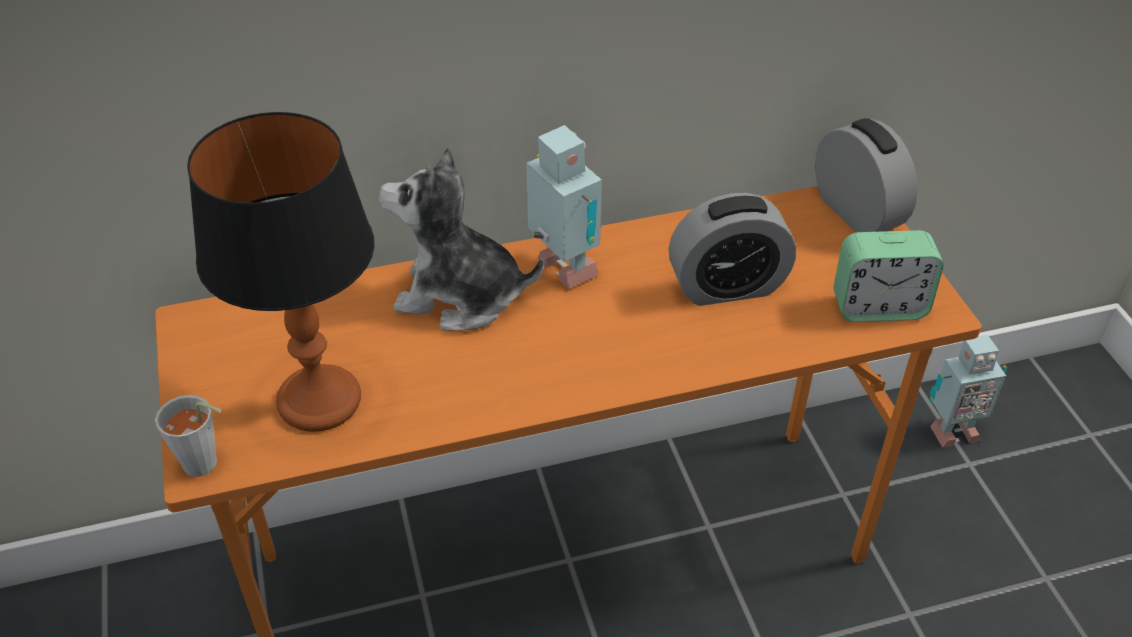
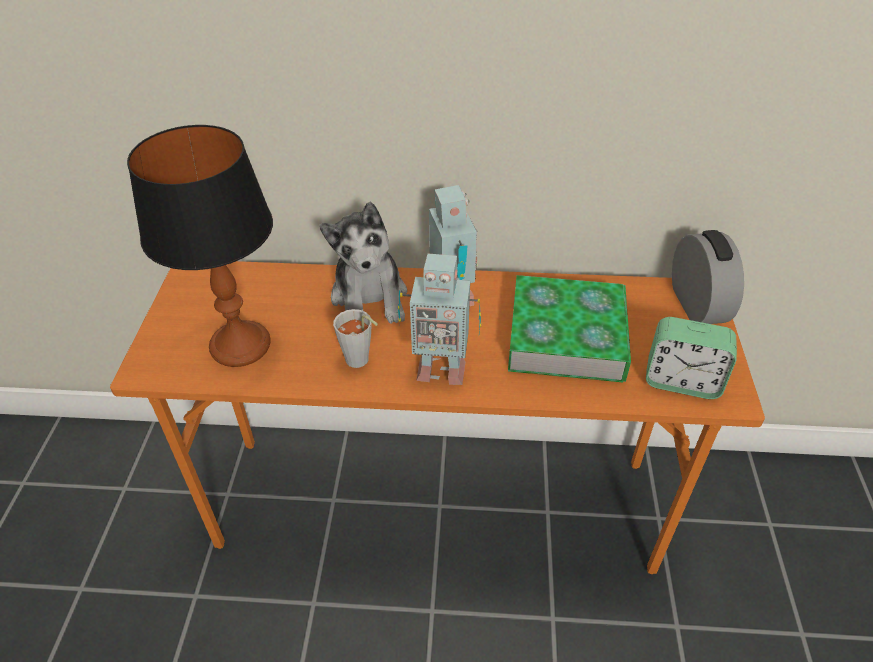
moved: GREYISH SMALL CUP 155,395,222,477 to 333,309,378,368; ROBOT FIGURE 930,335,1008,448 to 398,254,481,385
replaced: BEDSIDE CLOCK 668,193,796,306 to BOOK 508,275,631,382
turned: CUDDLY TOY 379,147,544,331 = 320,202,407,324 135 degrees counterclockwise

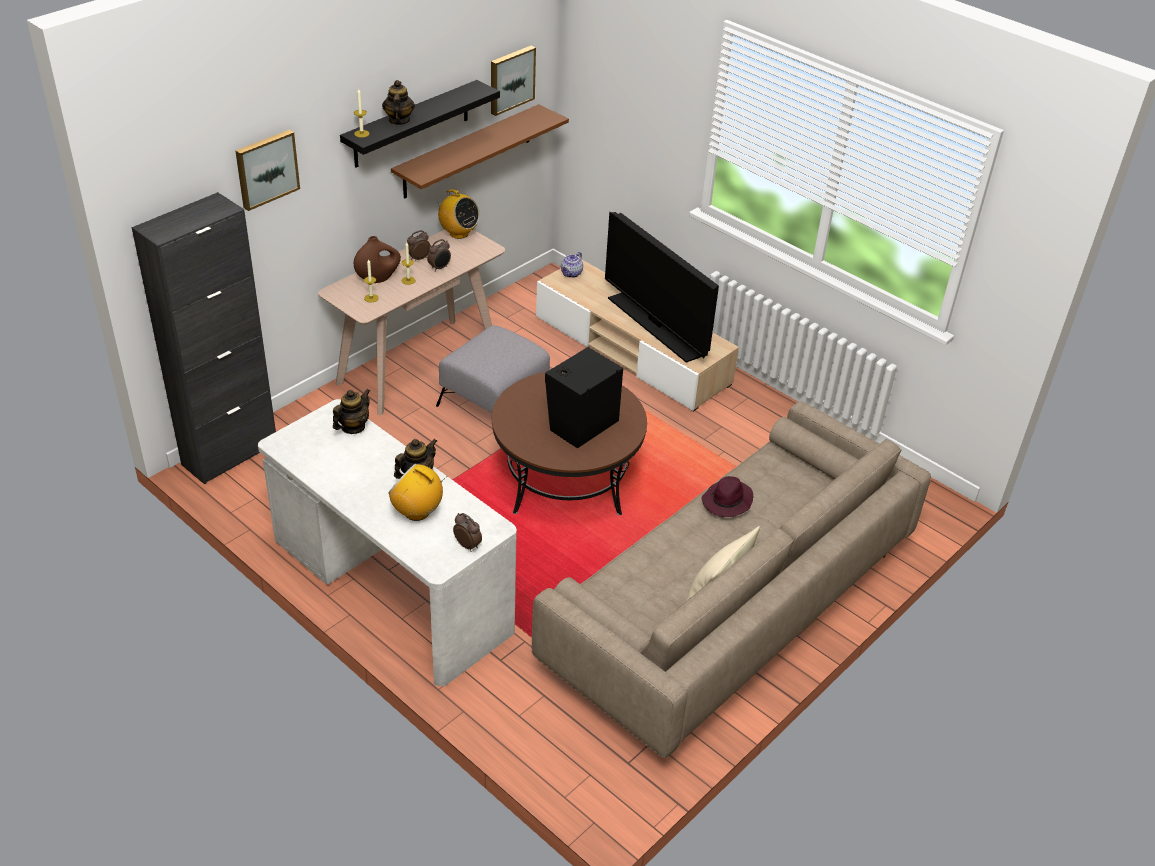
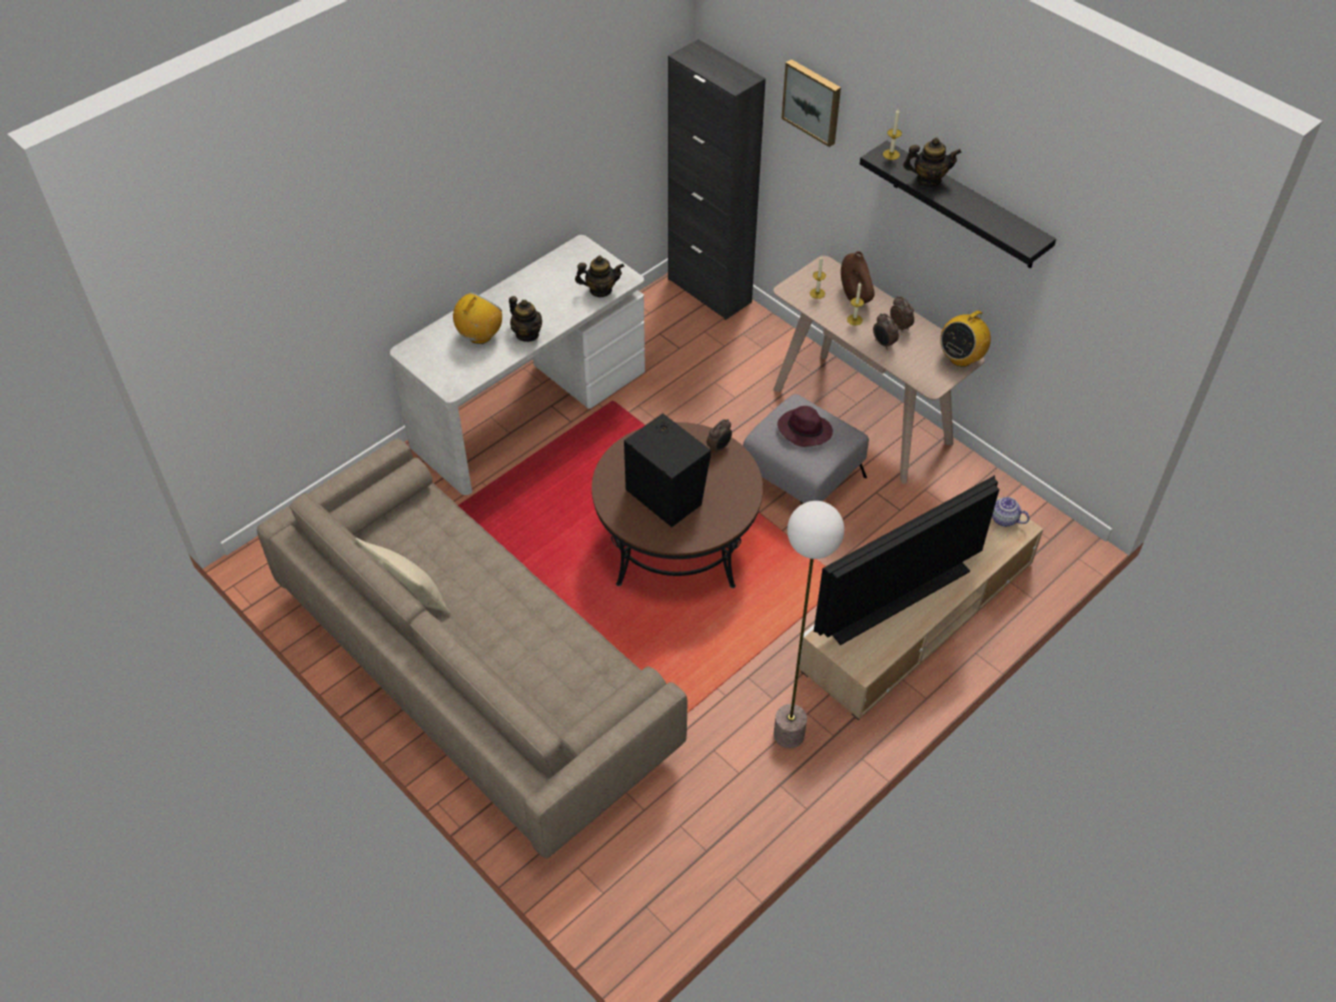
removed: BROWN-COLOURED SHELF 391,104,569,199; WALL PICTURE 491,46,536,116
added: FLOOR LAMP 774,501,844,748
moved: BEDSIDE CLOCK 453,513,482,552 to 707,419,732,454; PURPLISH CLOTHING HAT 701,476,753,517 to 777,406,833,447
turned: TEAPOT 333,389,370,434 = 575,255,624,297 45 degrees counterclockwise

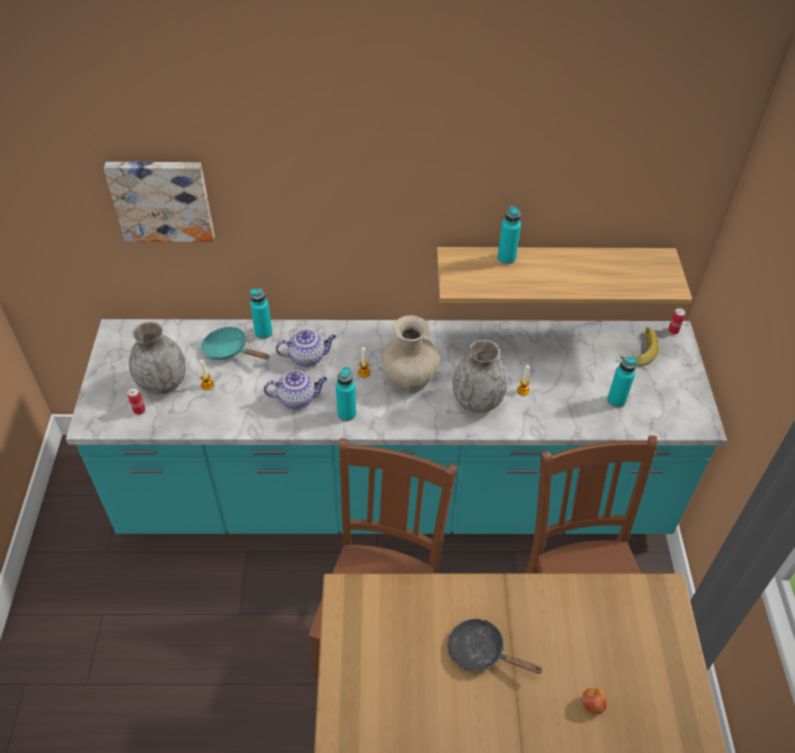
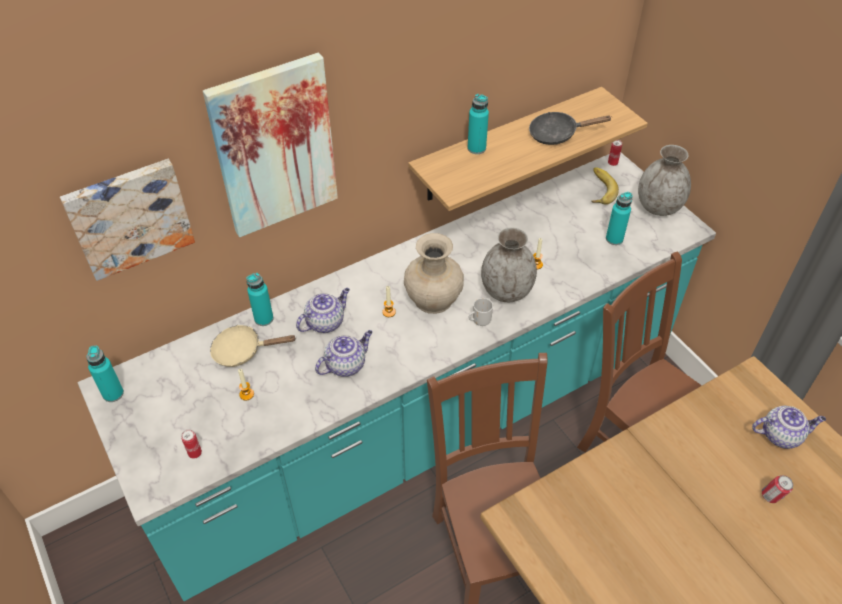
added: WALL PICTURE 203,53,338,237; MUG 468,298,493,326; TEAPOT 752,406,826,449
moved: TURQUOISE-COLOURED DRINK BOTTLE 336,367,356,421 to 86,345,124,402; BLACKISH PAN 447,619,542,674 to 529,112,611,145; GREYISH VASE 129,322,186,395 to 638,145,691,216
replaced: APPLE FRUIT 582,688,607,714 to CAN 762,475,793,503
recoloured: TURQUOISE-COLOURED PAN 201,327,269,360 to SAND-COLOURED PAN 210,325,297,367

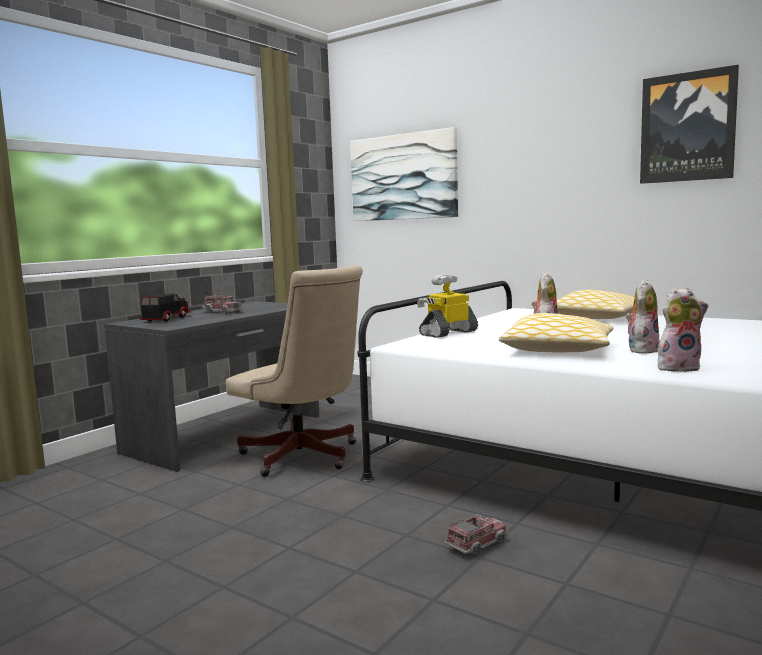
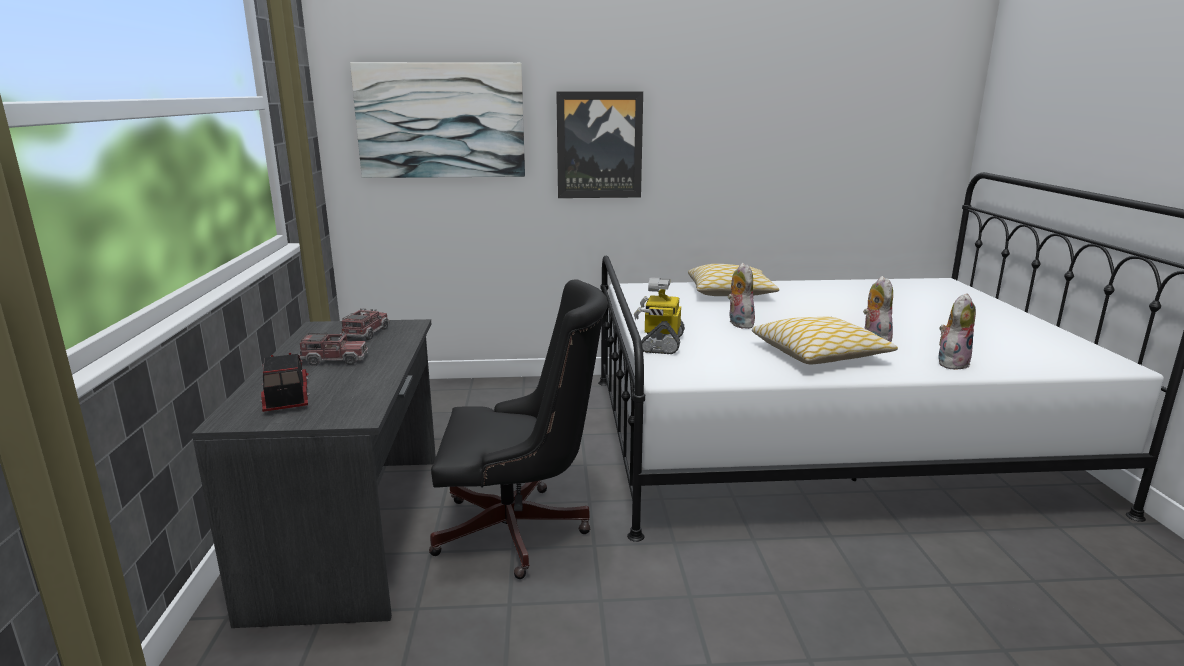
moved: TOY LORRY 445,514,508,557 to 340,308,390,340; WALL PICTURE 640,65,739,184 to 556,92,643,198
recoloured: SAND-COLOURED COMPUTER CHAIR 226,265,363,476 to BLACKISH COMPUTER CHAIR 429,279,608,579

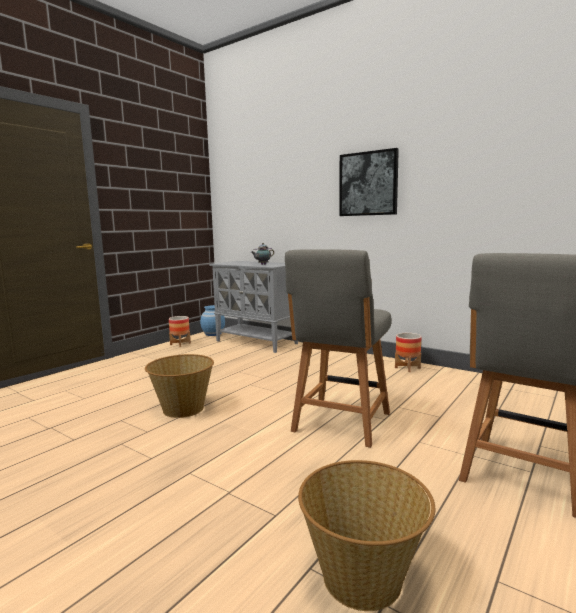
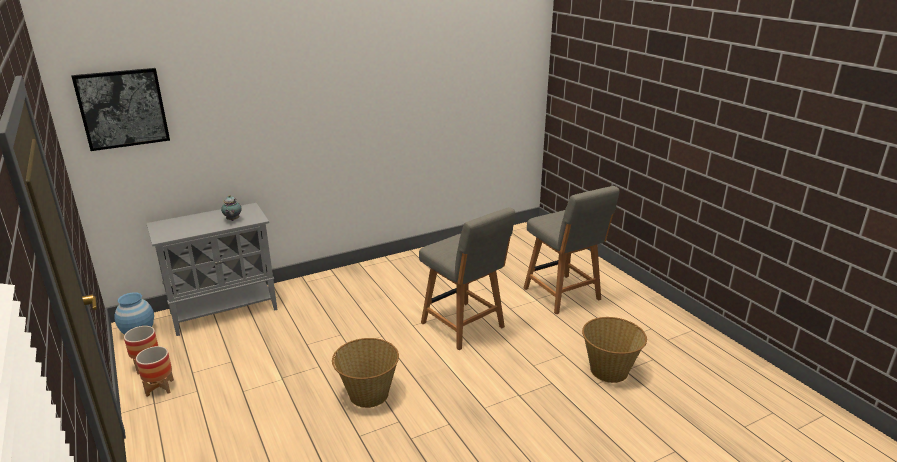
moved: WALL PICTURE 340,148,399,216 to 71,68,170,151; PLANT POT 395,333,421,372 to 136,346,174,397

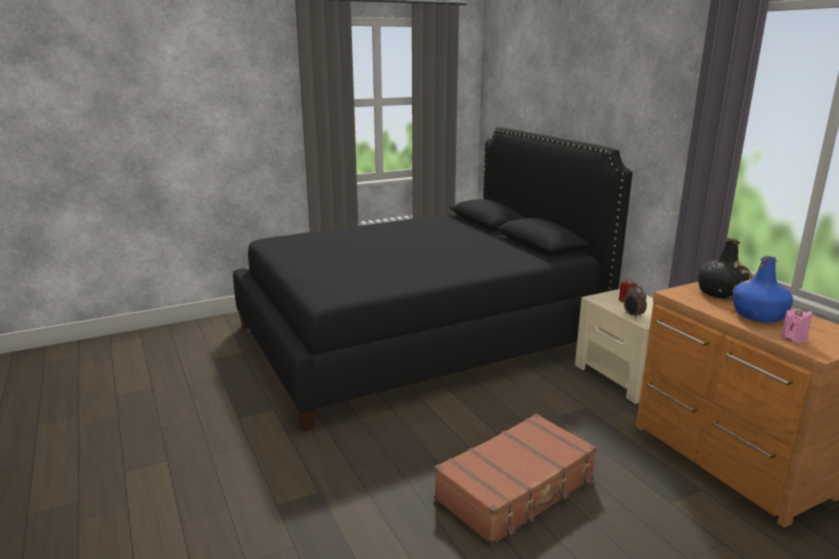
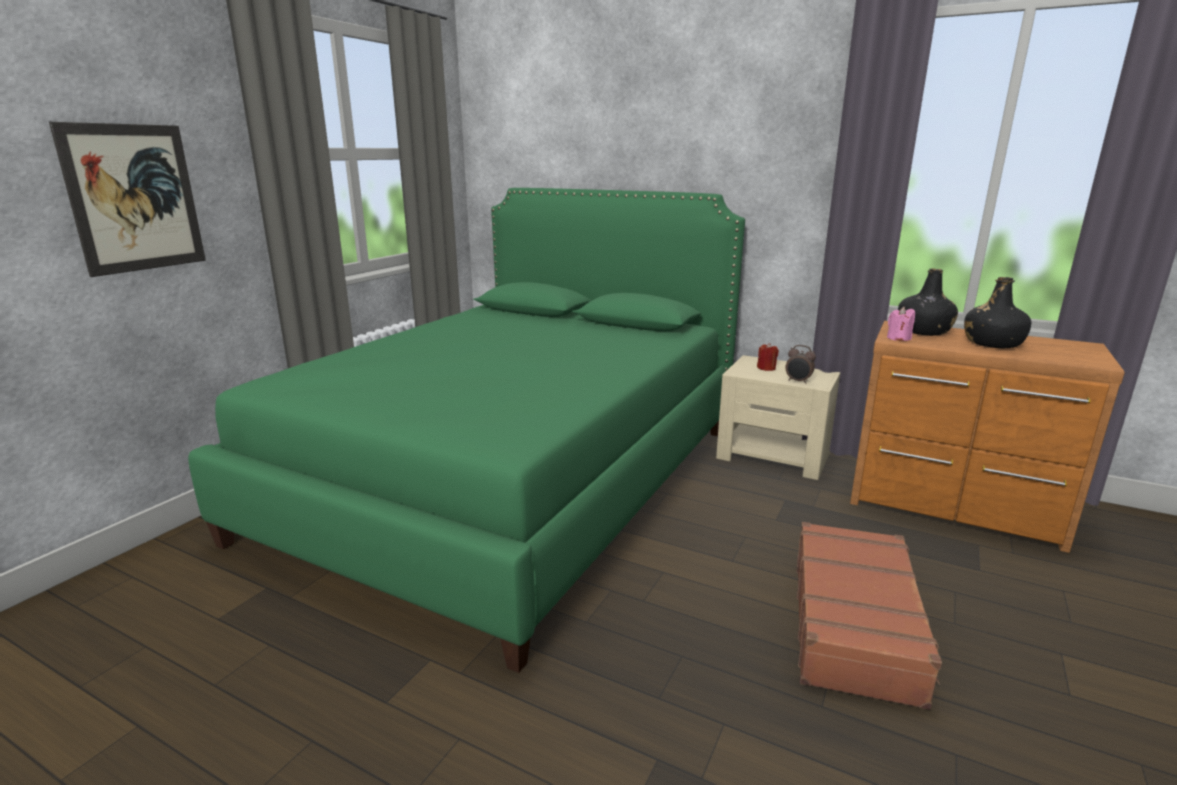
added: WALL PICTURE 49,122,206,277
moved: PINK CANDLE 781,307,813,343 to 887,307,915,341
recoloured: BLACKISH BED 233,127,632,431 to GREEN-COLOURED BED 188,188,745,673; BLUE DRINK BOTTLE 733,256,793,323 to BLACKISH DRINK BOTTLE 964,277,1031,348

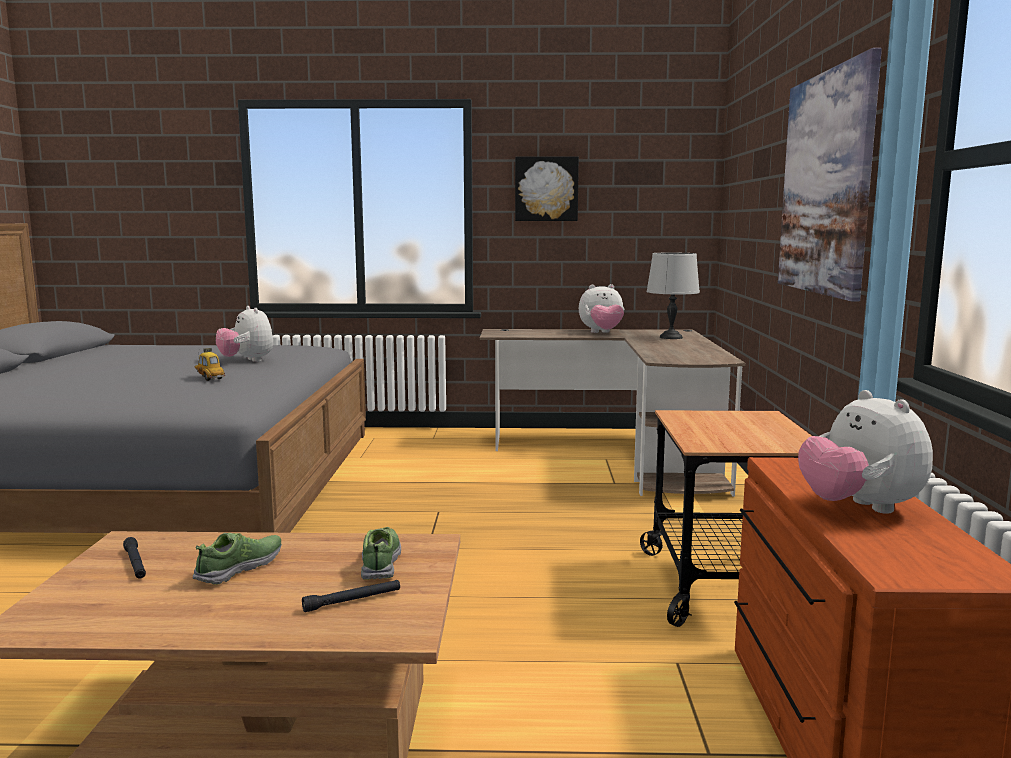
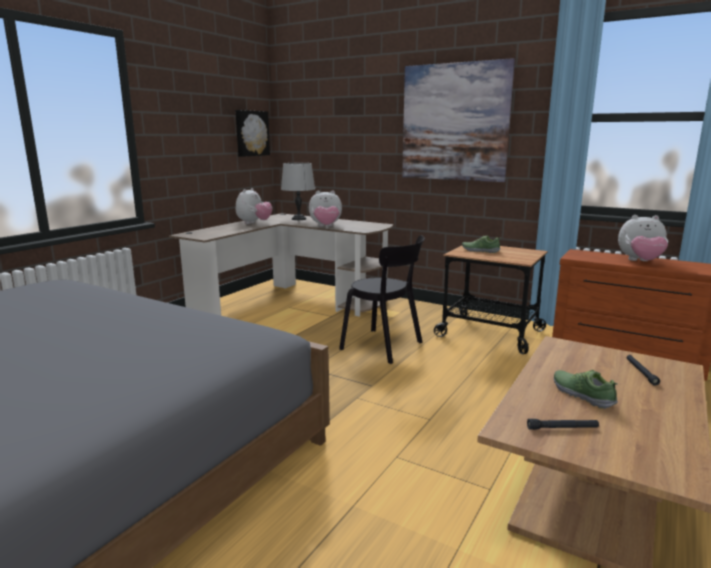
removed: MODEL CAR 195,348,225,381
added: BLACKISH PLAIN CHAIR 339,235,425,364
moved: WALL PICTURE 515,156,579,221 to 235,110,270,157; CUDDLY TOY 216,306,273,362 to 309,190,342,227; ITEM OF FOOTWEAR 361,527,401,580 to 462,235,500,253

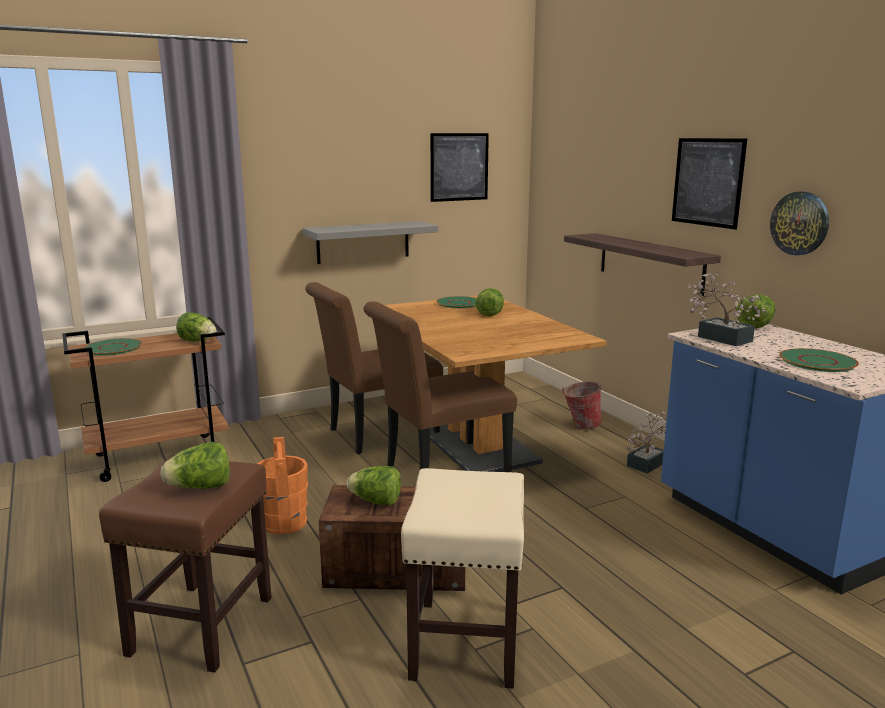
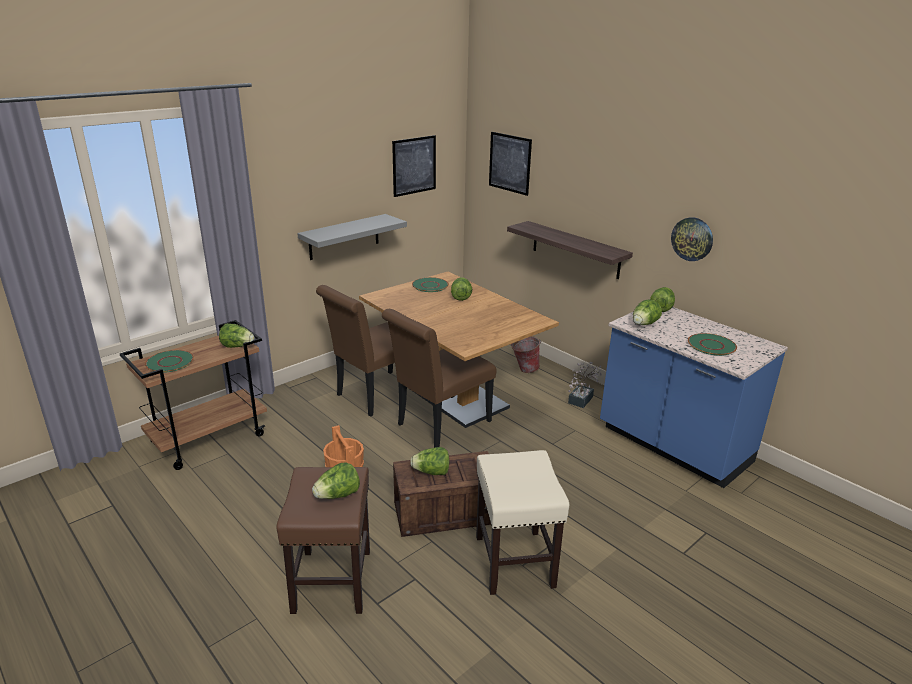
moved: WALL PICTURE 672,138,747,230 to 489,132,532,196
replaced: HOUSEPLANT 688,273,767,346 to LETTUCE HEAD 633,299,662,325

